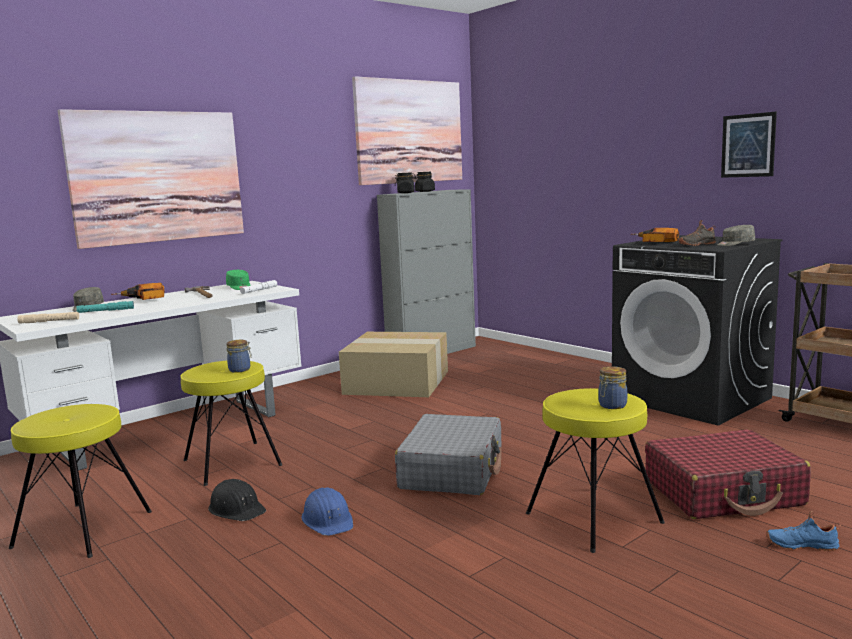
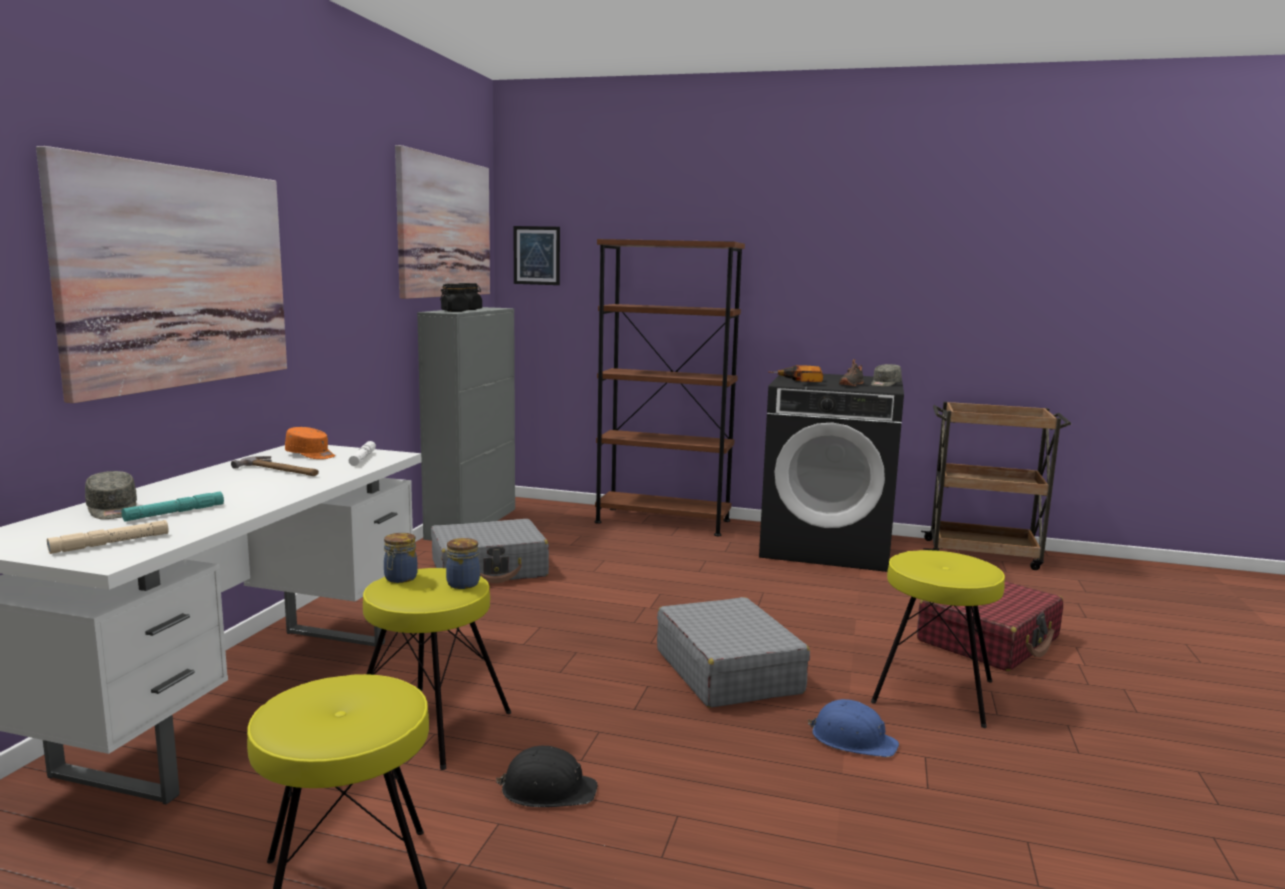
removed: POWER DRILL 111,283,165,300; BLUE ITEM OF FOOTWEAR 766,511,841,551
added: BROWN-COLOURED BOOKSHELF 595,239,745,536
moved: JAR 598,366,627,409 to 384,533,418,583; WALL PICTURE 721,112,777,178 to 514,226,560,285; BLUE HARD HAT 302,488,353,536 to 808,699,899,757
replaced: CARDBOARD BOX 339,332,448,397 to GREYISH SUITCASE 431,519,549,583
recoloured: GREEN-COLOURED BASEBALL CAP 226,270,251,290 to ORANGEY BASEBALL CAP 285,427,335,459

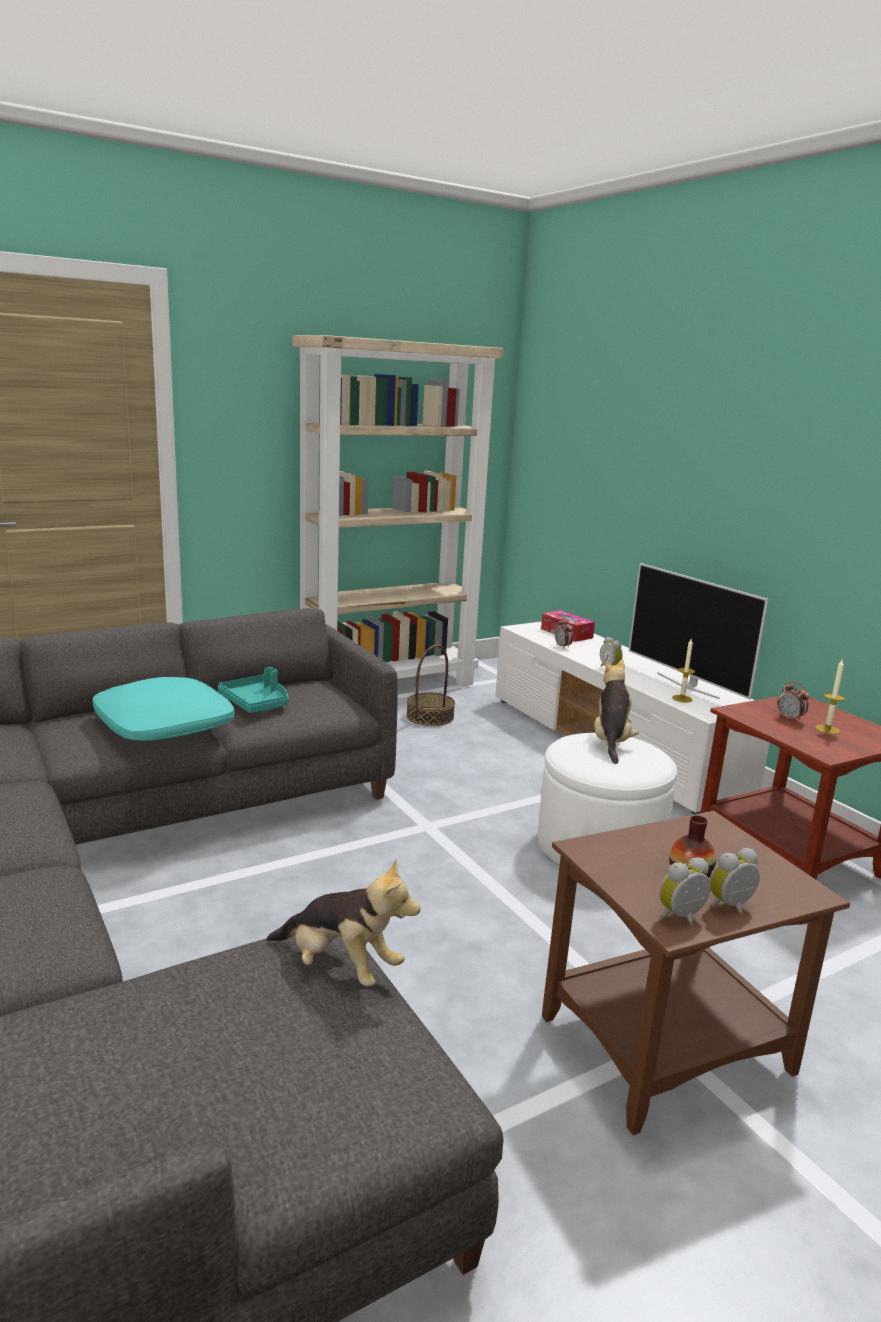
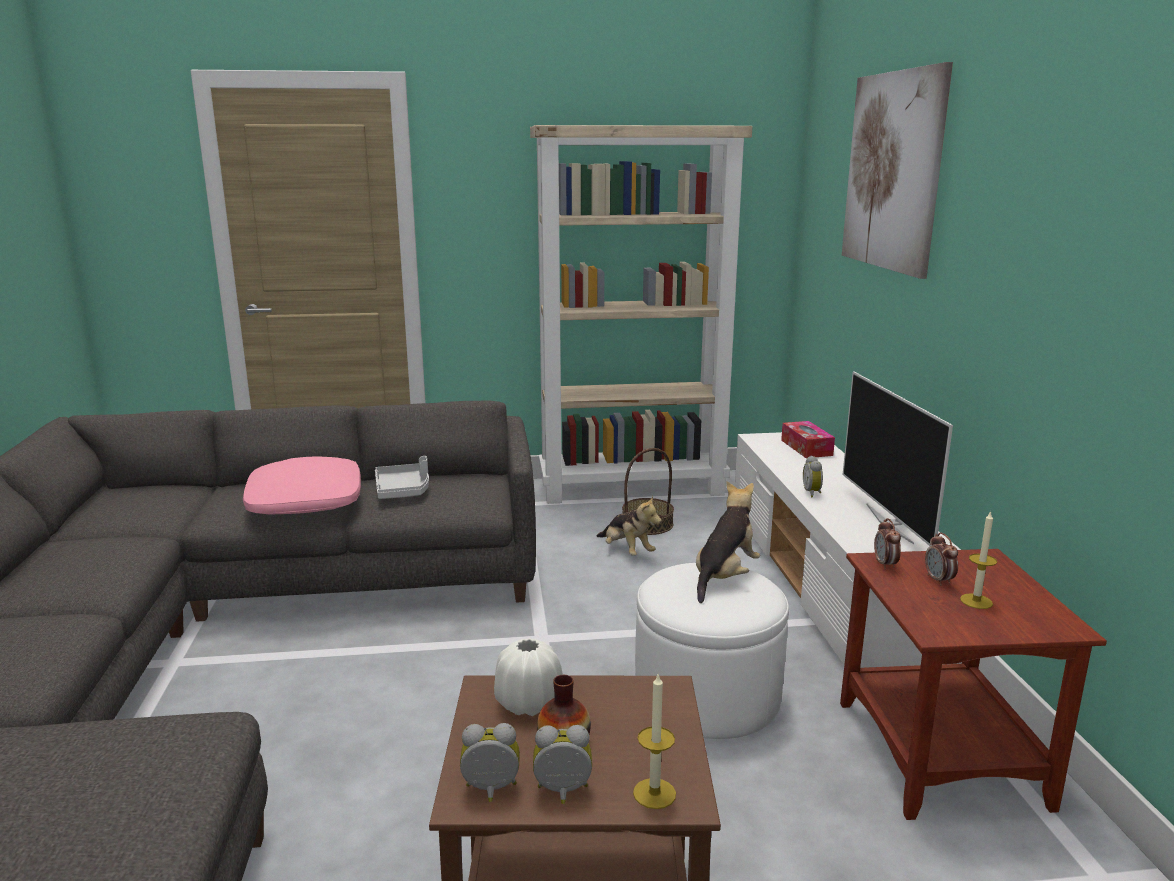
added: WHITISH VASE 494,638,563,716; WALL PICTURE 842,62,953,279
moved: CUDDLY TOY 266,858,420,986 to 596,496,662,556; CANDLE 672,639,695,703 to 633,674,676,809; BEDSIDE CLOCK 555,618,573,649 to 874,518,901,570
recoloured: TURQUOISE-COLOURED CUSHION 92,677,234,741 to PINK CUSHION 243,456,361,515; TURQUOISE-COLOURED CARRYING TRAY 218,667,288,713 to GREYISH CARRYING TRAY 375,456,429,499

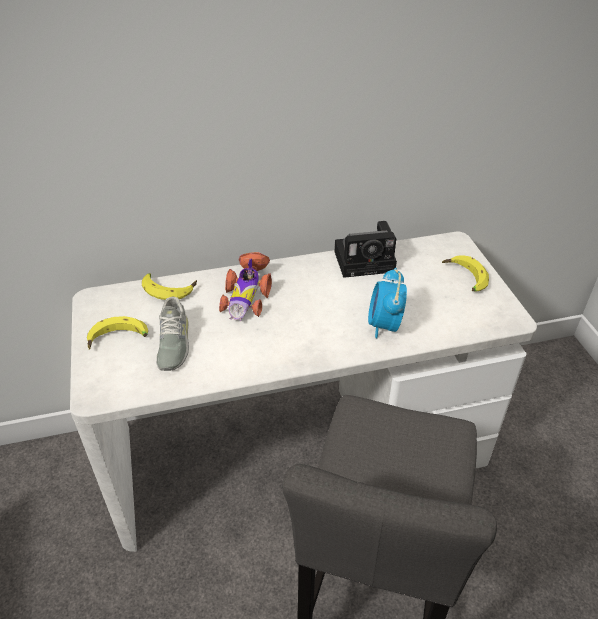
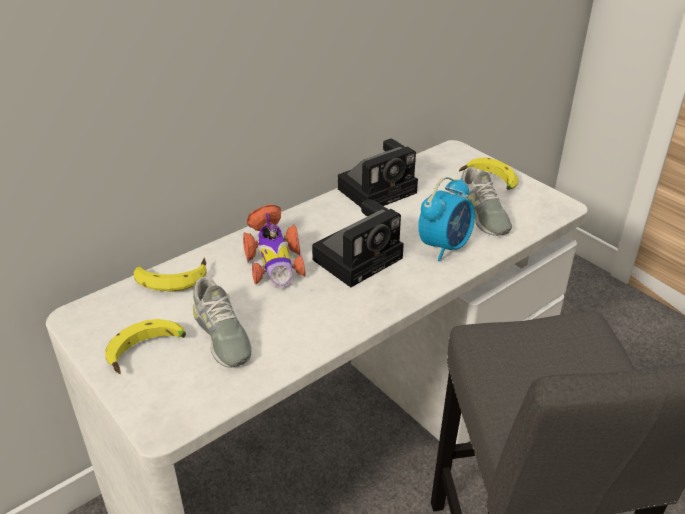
added: PHOTO CAMERA 312,199,404,287; GREYISH ITEM OF FOOTWEAR 457,167,512,236
turned: BEDSIDE CLOCK 368,268,407,338 = 418,177,475,262 120 degrees counterclockwise

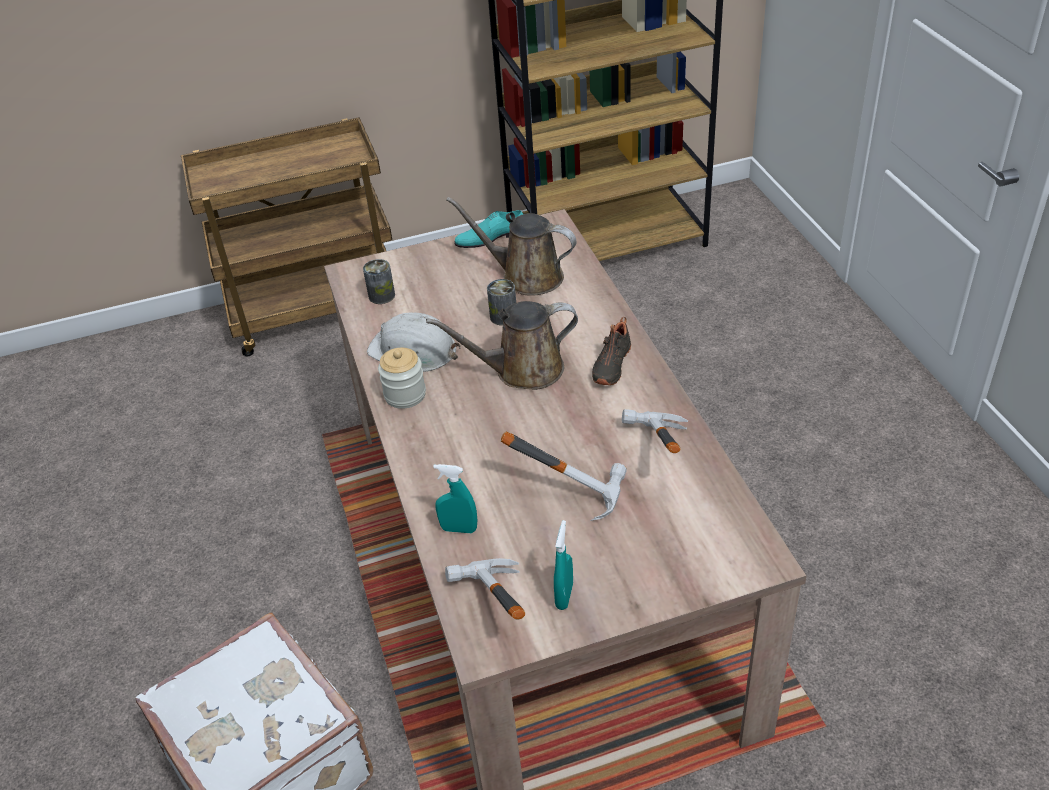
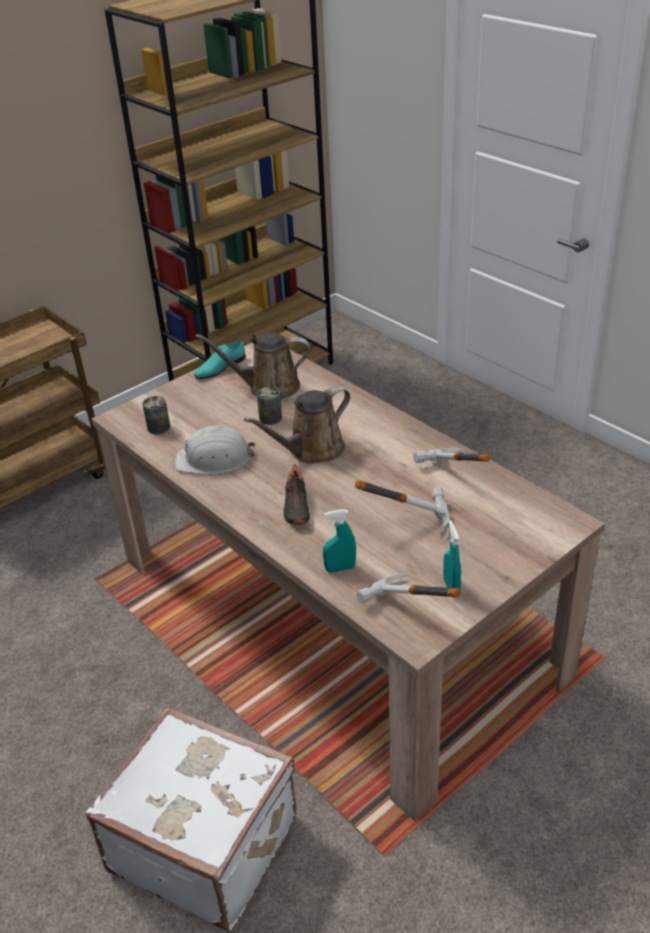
removed: JAR 378,348,426,409
moved: BLACKISH ITEM OF FOOTWEAR 592,317,631,385 to 284,464,310,525

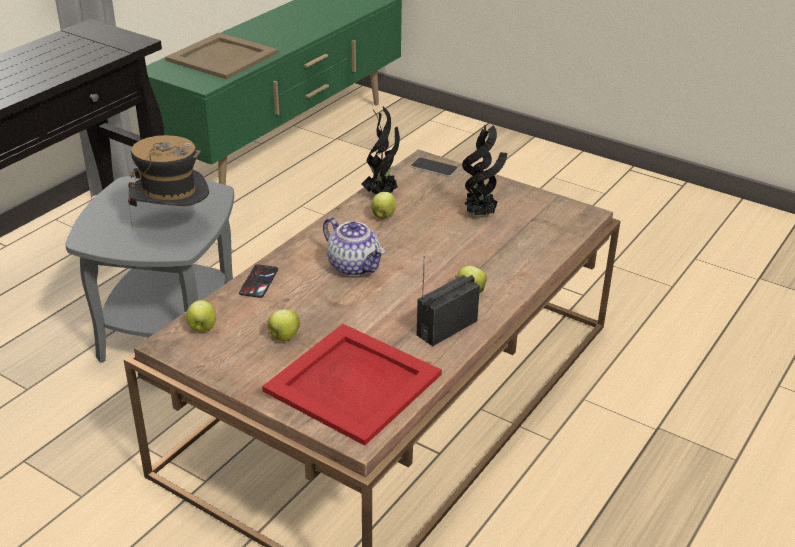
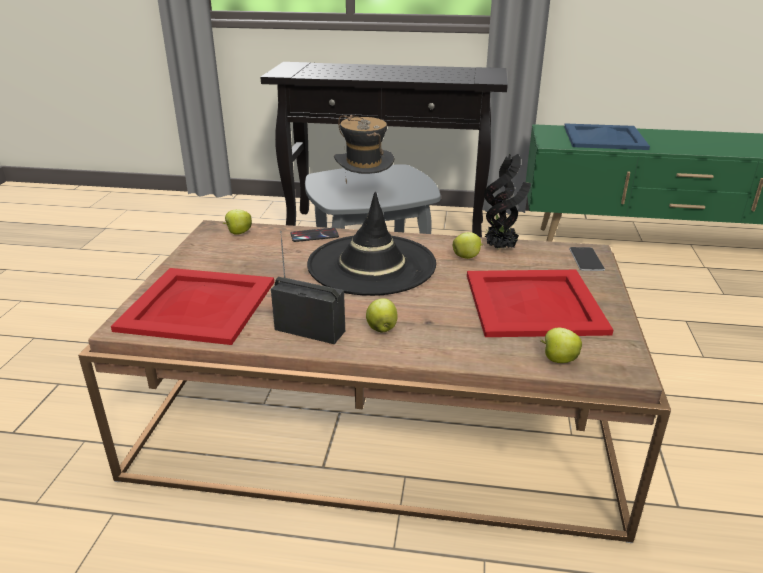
moved: APPLE FRUIT 267,309,300,341 to 541,328,582,363
replaced: TEAPOT 323,217,385,276 to BLACKISH CLOTHING HAT 307,192,436,296; HOUSEPLANT 462,124,507,216 to RED CARRYING TRAY 467,270,613,337
recoloured: SAND-COLOURED CARRYING TRAY 165,33,278,79 to BLUE CARRYING TRAY 564,123,650,150

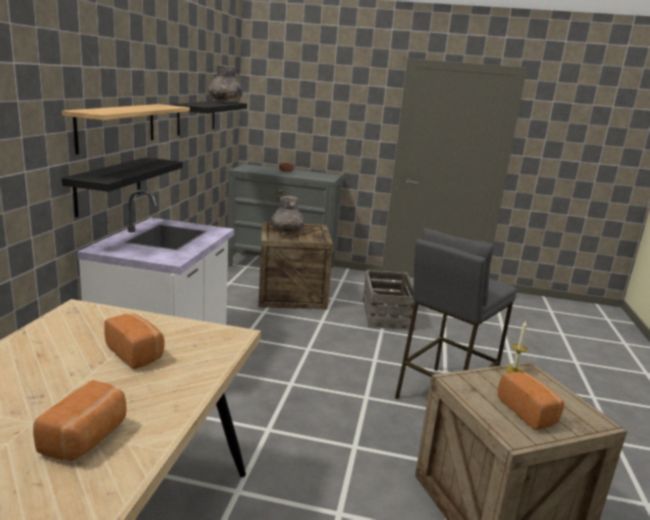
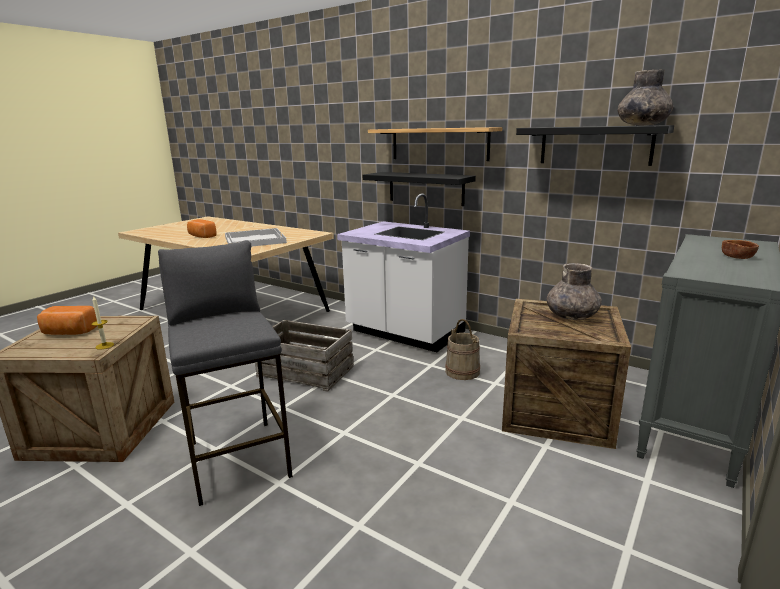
added: SAND-COLOURED WATER BUCKET 445,319,480,380
moved: SHIPPING CRATE 363,270,416,330 to 255,320,354,392
replaced: BREAD 104,314,165,369 to WHITISH CARRYING TRAY 225,228,287,247

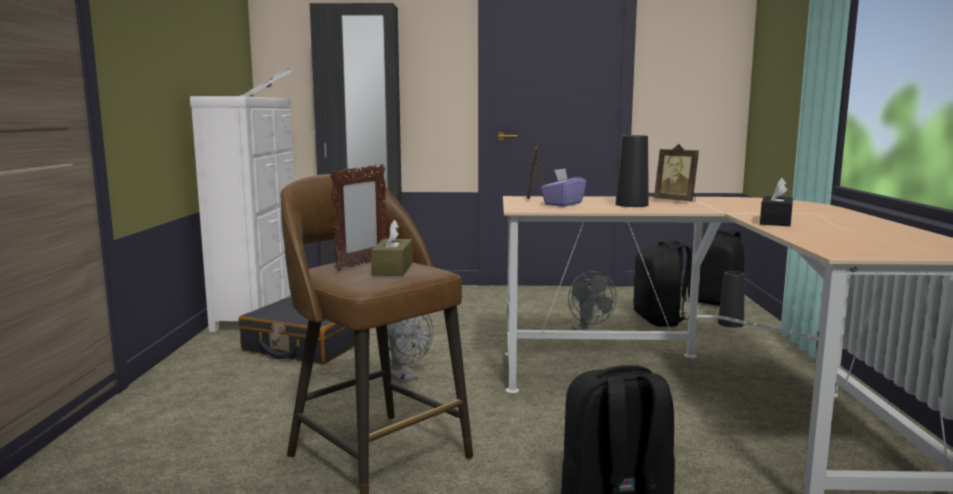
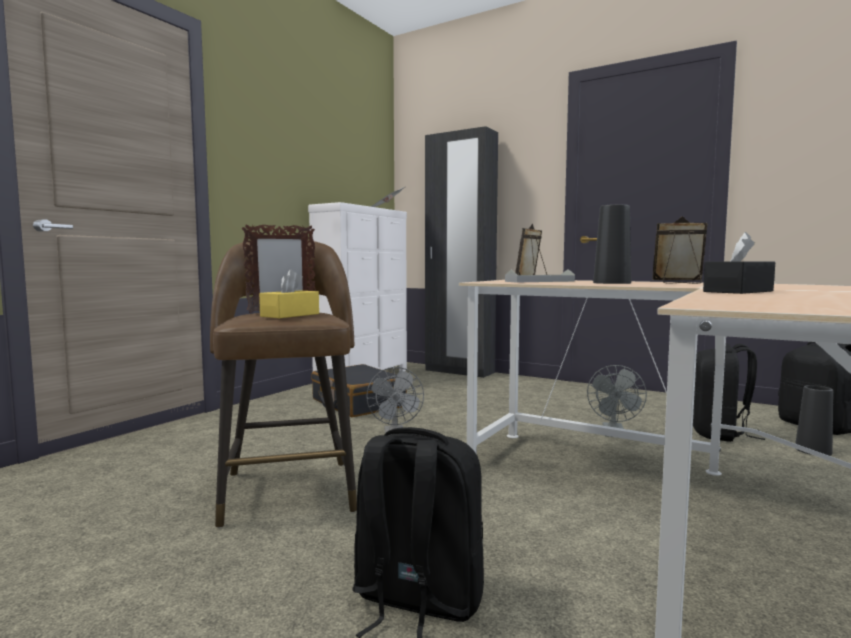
replaced: PURPLISH TISSUE BOX 540,168,586,206 to GREYISH CARRYING TRAY 505,269,575,282
recoloured: BROWN-COLOURED TISSUE BOX 371,220,413,276 to YELLOW TISSUE BOX 259,269,319,318
turned: PHOTO FRAME 654,144,699,202 = 652,216,707,284 120 degrees clockwise

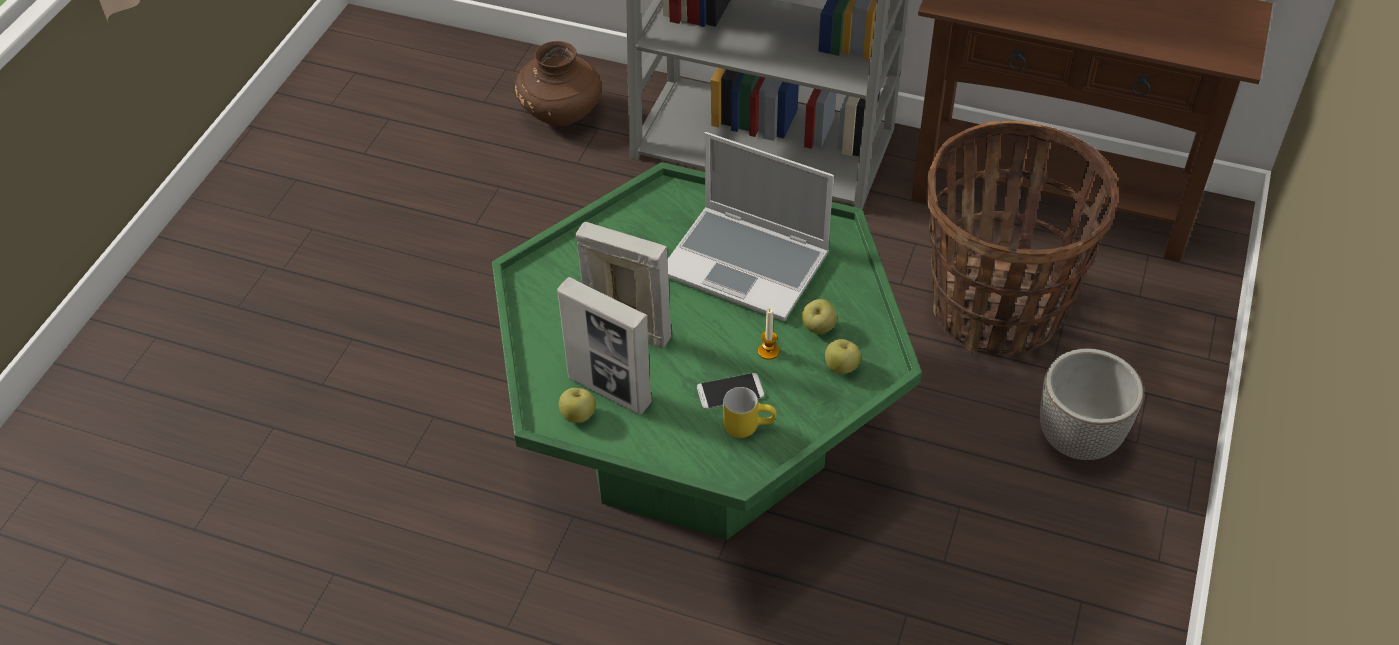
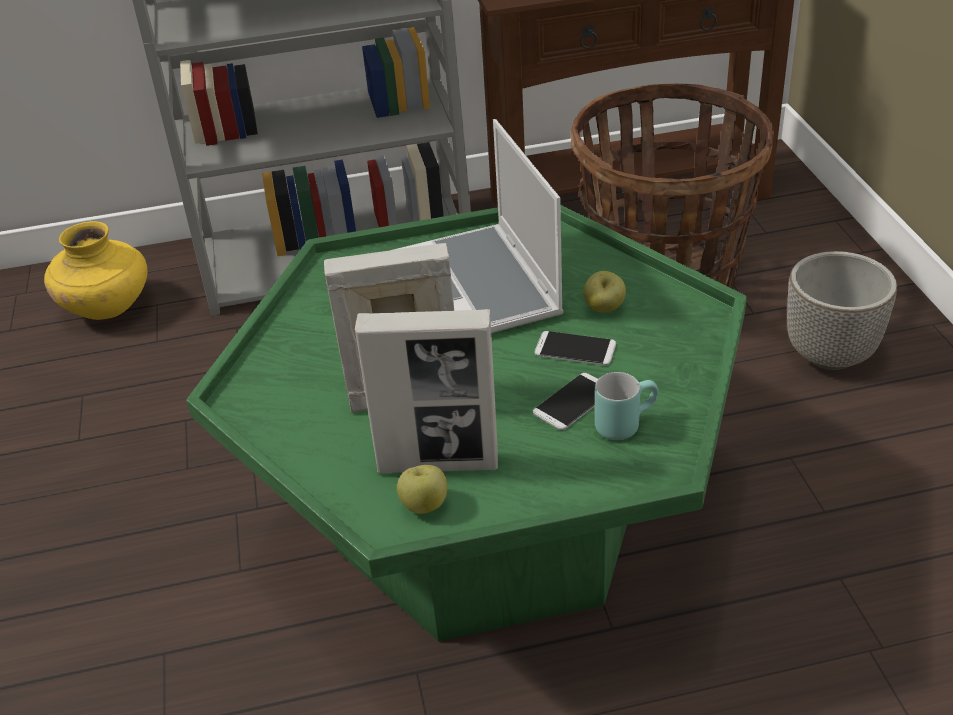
removed: APPLE FRUIT 825,339,861,374
replaced: CANDLE 758,308,779,360 to TELEPHONE 534,331,616,366
recoloured: BROWN-COLOURED VASE 515,41,601,126 to YELLOW VASE 44,221,148,320; YELLOW MUG 723,387,776,438 to TURQUOISE-COLOURED MUG 595,372,658,440
turned: LAPTOP 668,132,834,321 = 393,119,564,333 75 degrees clockwise

